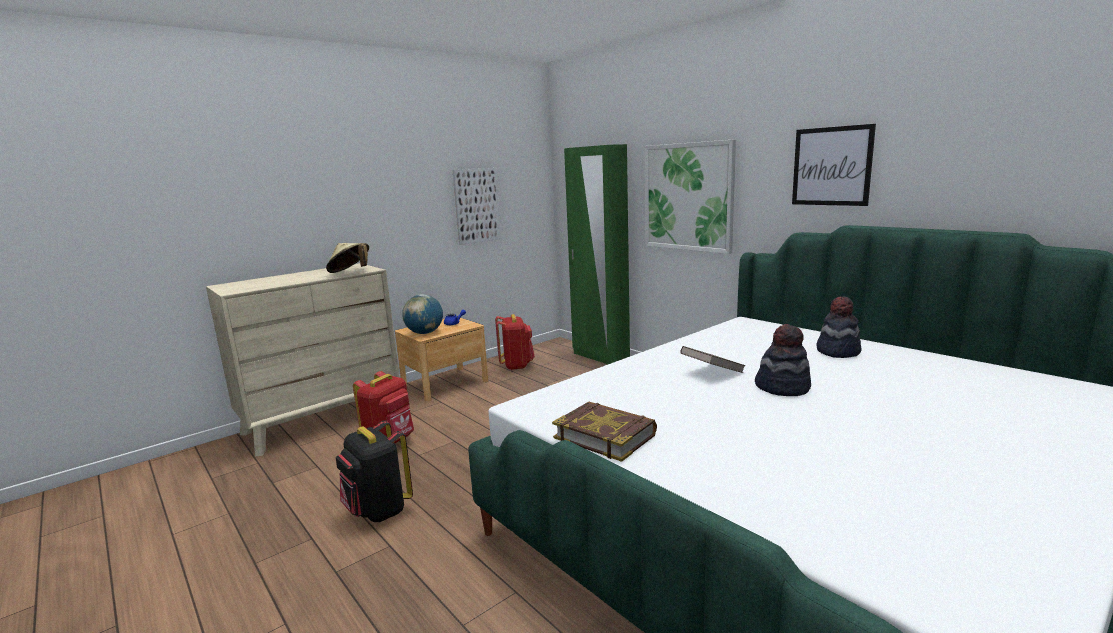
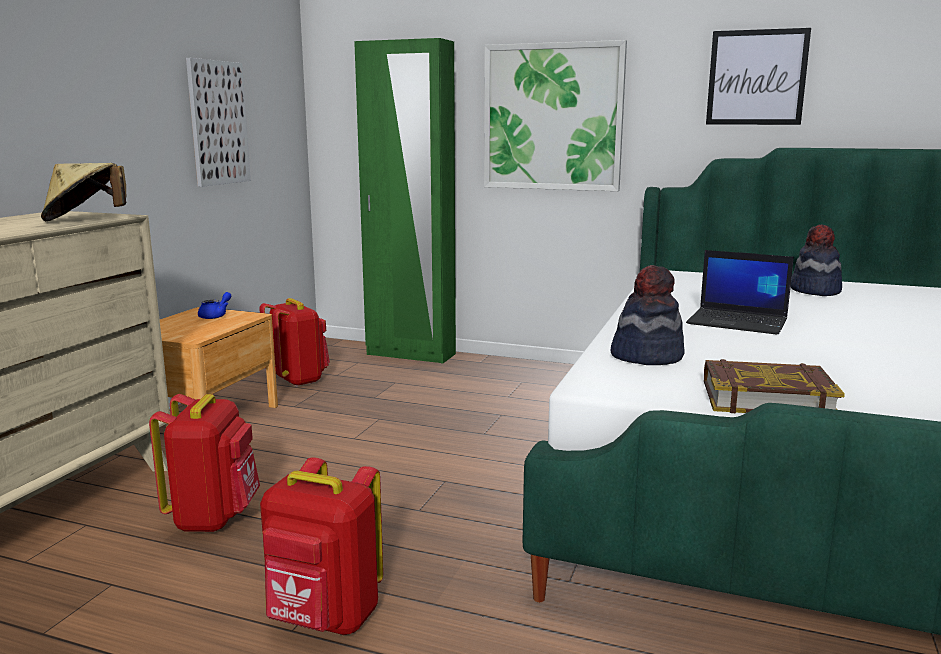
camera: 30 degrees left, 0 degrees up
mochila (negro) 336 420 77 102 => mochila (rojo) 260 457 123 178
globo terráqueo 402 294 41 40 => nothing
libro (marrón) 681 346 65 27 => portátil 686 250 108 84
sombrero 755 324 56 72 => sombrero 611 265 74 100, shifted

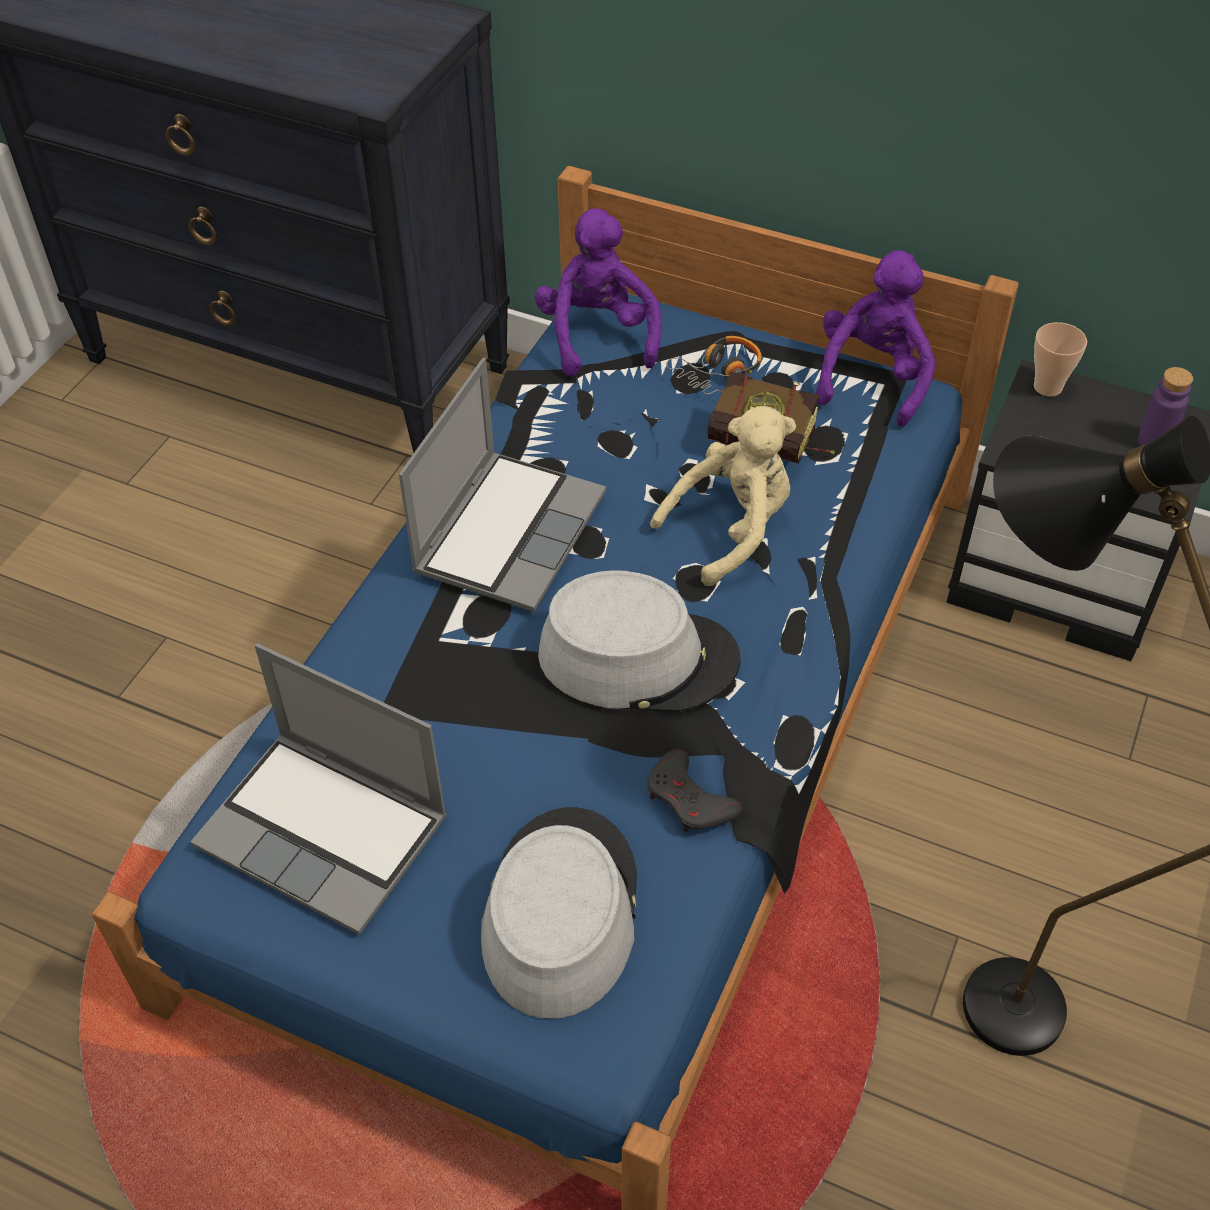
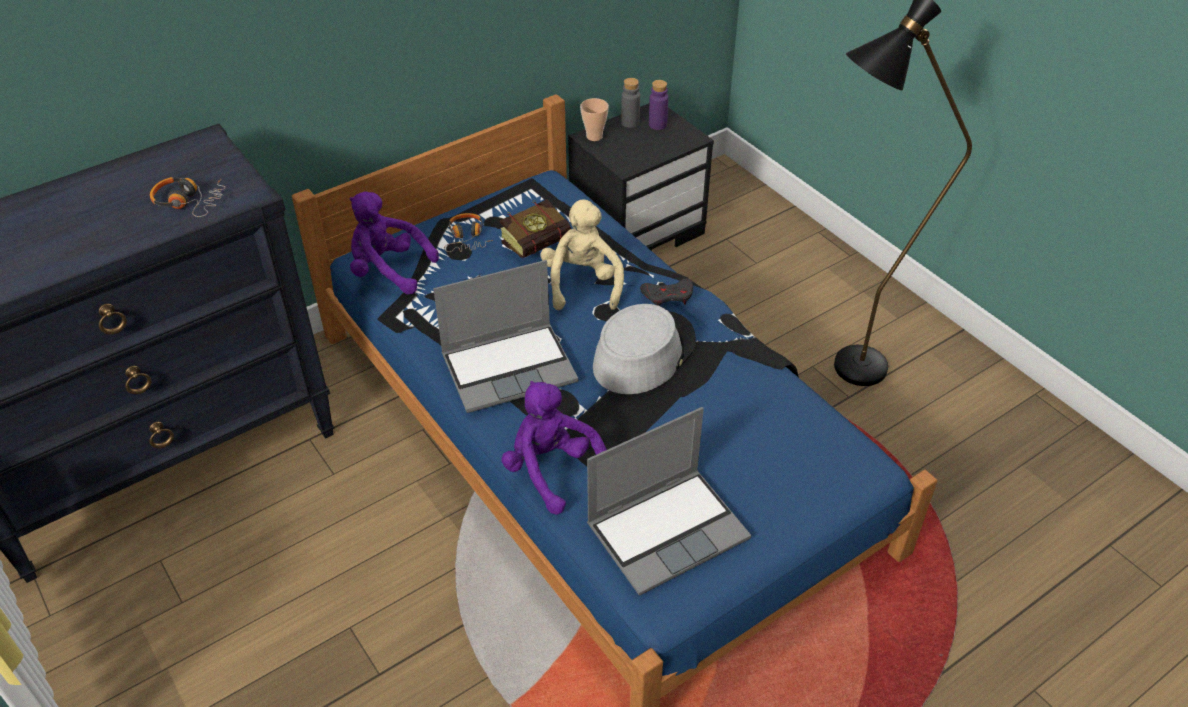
camera: 60 degrees left, 5 degrees down
portátil 399 358 207 254 => portátil 433 260 145 153, 105 degrees clockwise
sombrero (gris) 481 807 156 212 => nothing
mando de consola (gris) 647 749 95 83 => mando de consola (gris) 640 278 53 28, shifted
peluche (morado) 816 250 119 176 => peluche (morado) 501 381 106 134, shifted
nothing => auriculares 150 177 76 40
nothing => botella (gris) 621 78 19 50

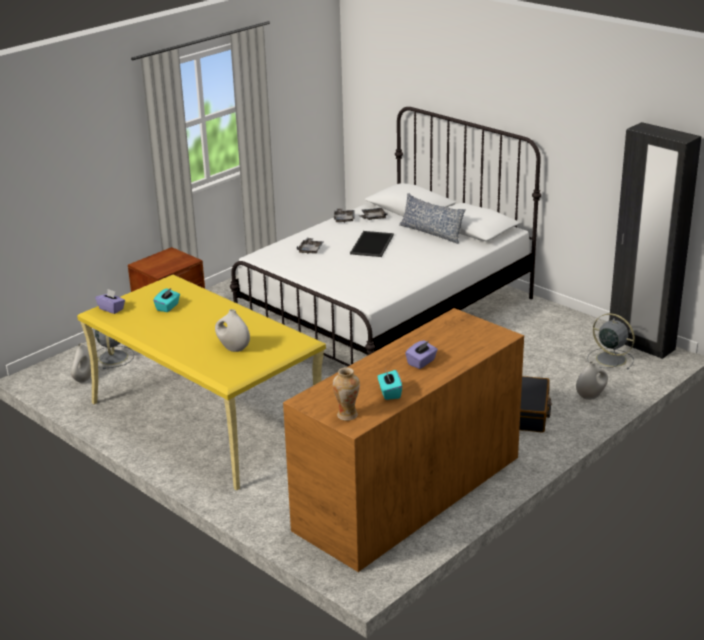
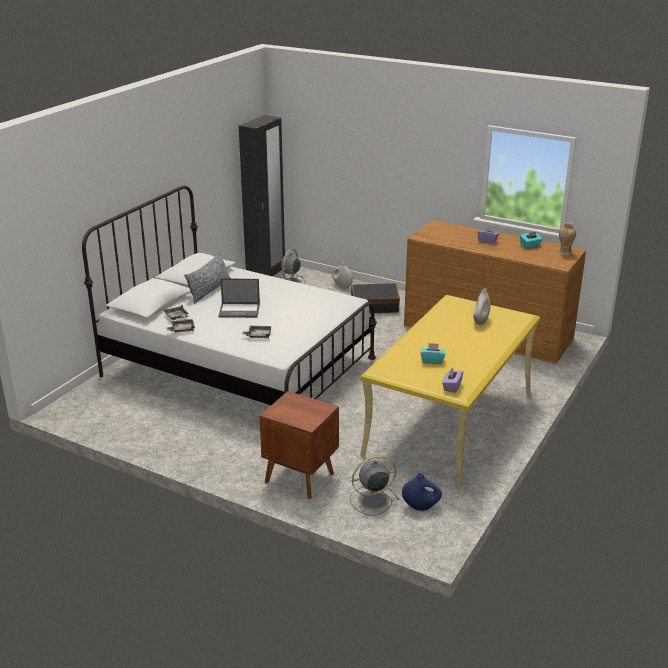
camera: 105 degrees left, 0 degrees up
florero (blanco) 71 343 20 40 => florero (azul) 402 474 40 37
bandeja 350 231 44 26 => portátil 219 279 41 39

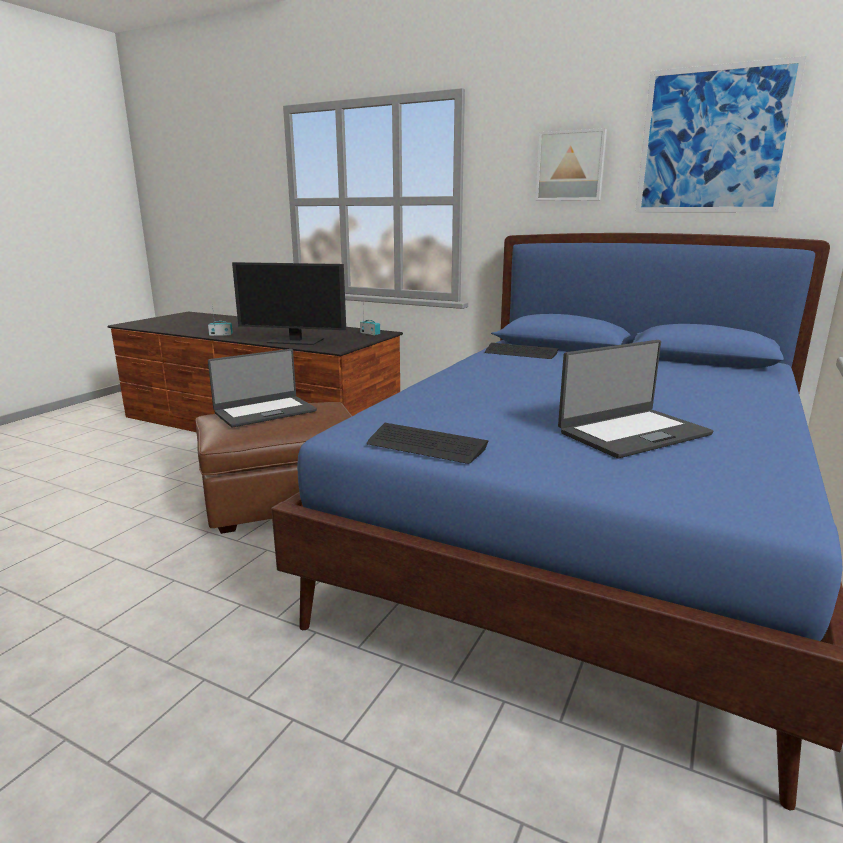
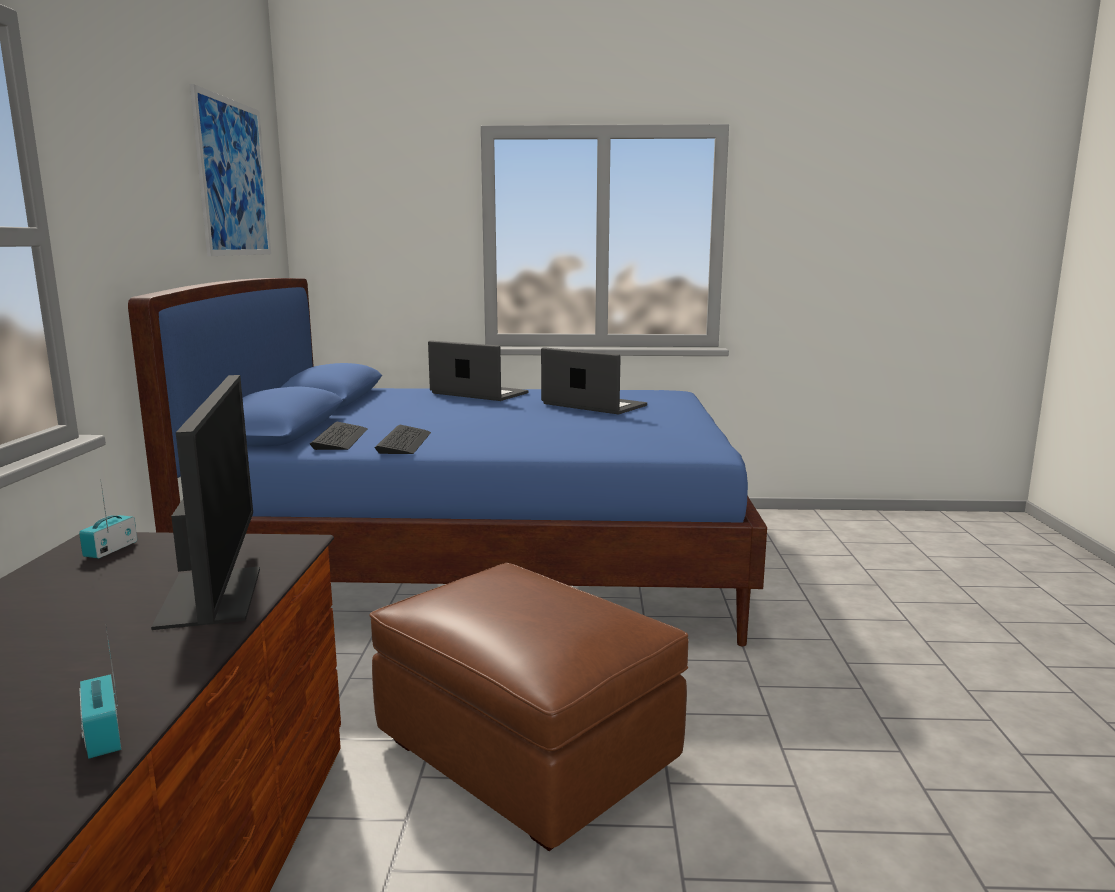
camera: 115 degrees left, 5 degrees down
portátil 208 349 109 78 => portátil 428 340 101 61, shifted
teclado 367 423 121 41 => teclado 374 425 57 29, shifted
cuadro 535 128 72 73 => nothing

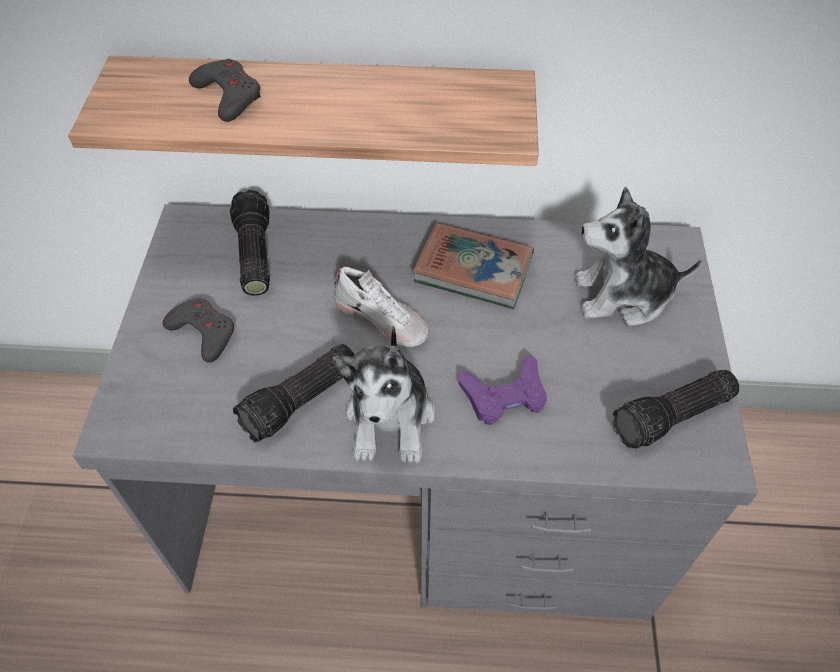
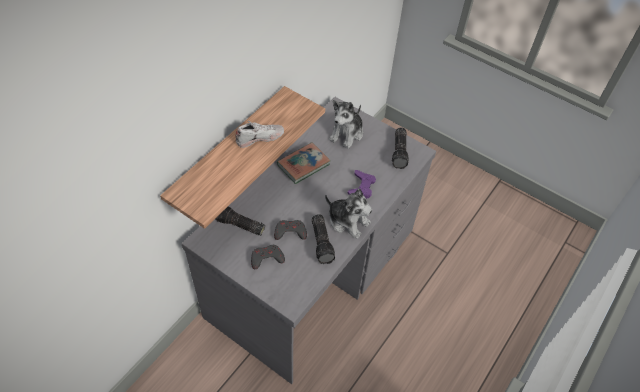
camera: 60 degrees left, 0 degrees up
mando de consola (gris) 189 59 72 63 => mando de consola (gris) 274 220 33 20, shifted
zapato (blanco) 334 267 95 80 => zapato (blanco) 235 121 49 27, shifted

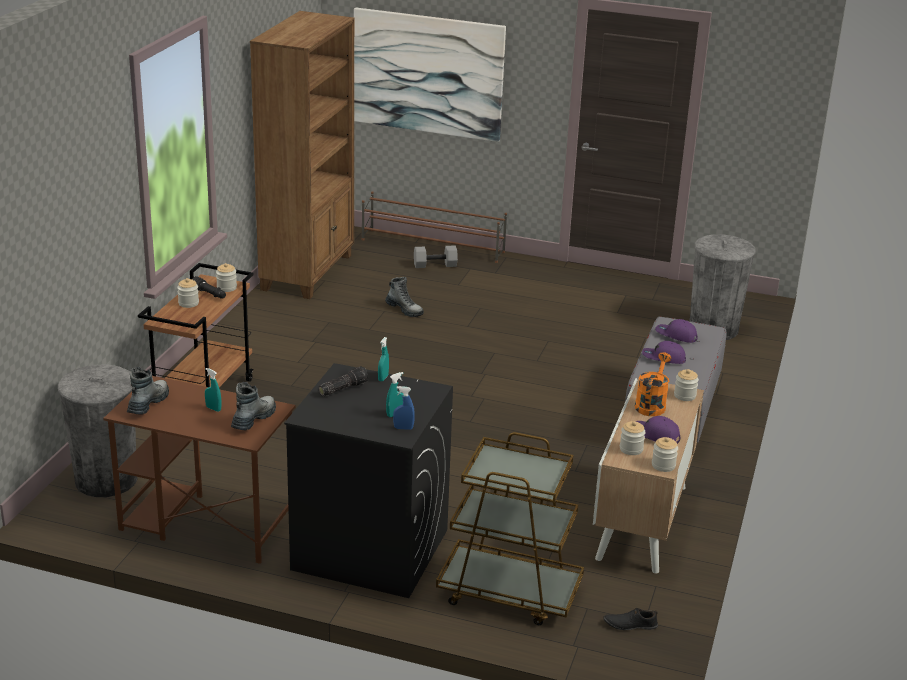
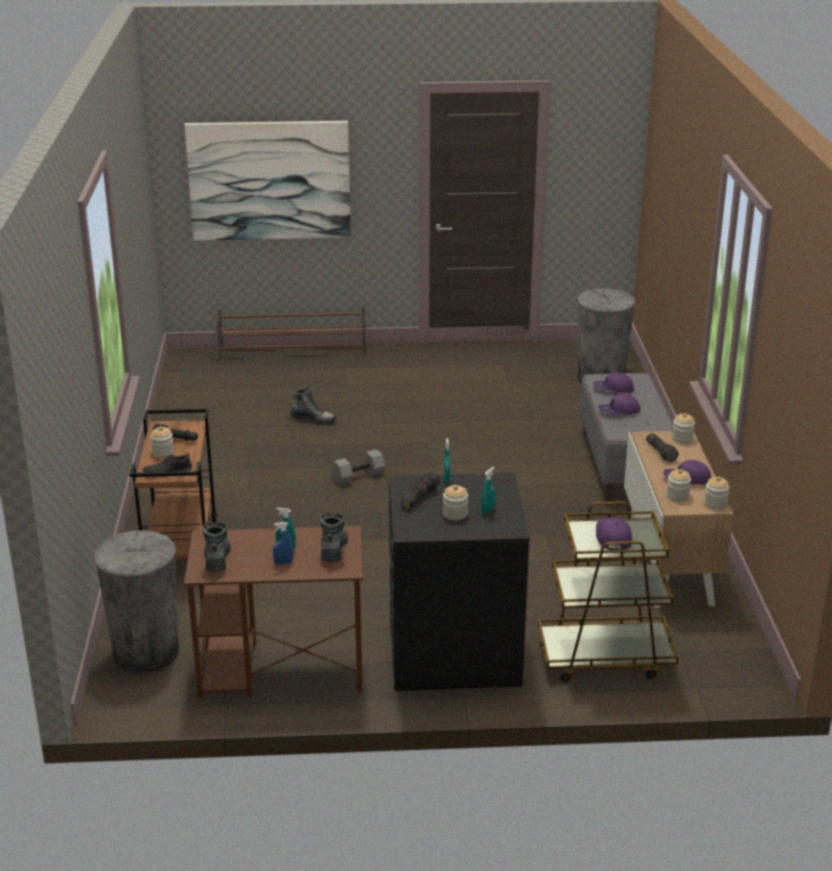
camera: 20 degrees left, 0 degrees up
tarro 216 263 21 29 => tarro 443 485 25 36, shifted
estantería (marrón) 250 11 104 288 => nothing
pulverizador (azul) 393 386 22 44 => pulverizador (azul) 273 522 21 43, shifted
mancuerna (gris) 414 245 44 23 => mancuerna (gris) 332 449 53 36, shifted
zapato (negro) 604 608 54 22 => zapato (negro) 143 453 49 20, shifted
regadera (naranja) 635 352 36 64 => linterna 646 433 33 29
nothing => gorra (morado) 596 518 36 32

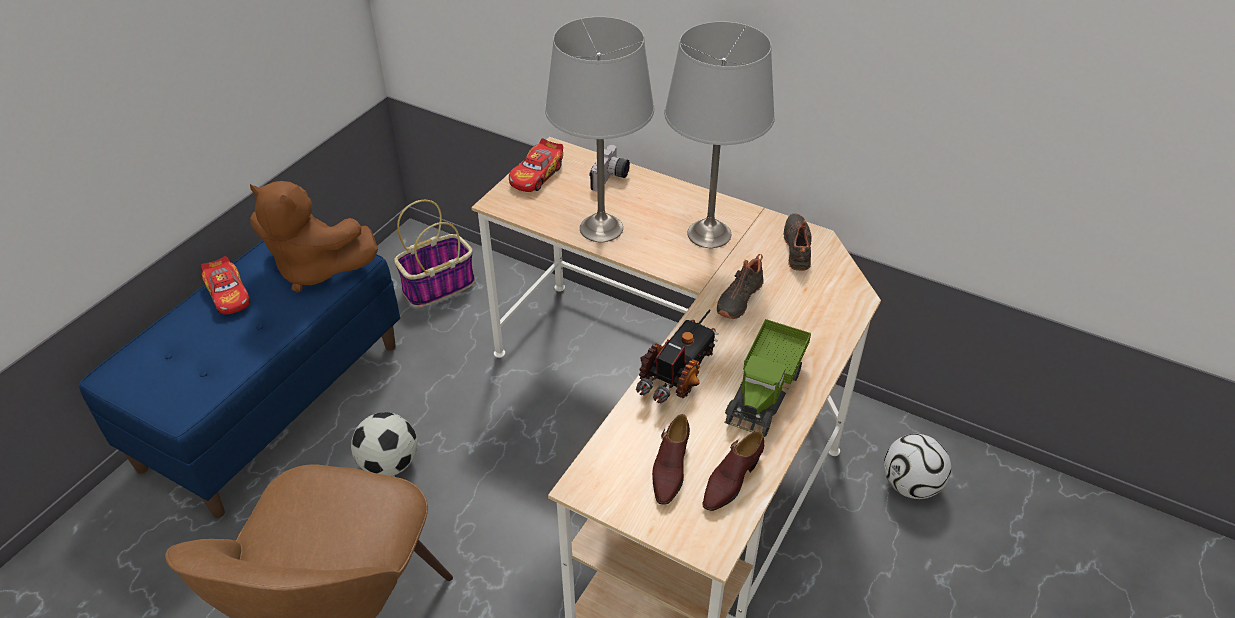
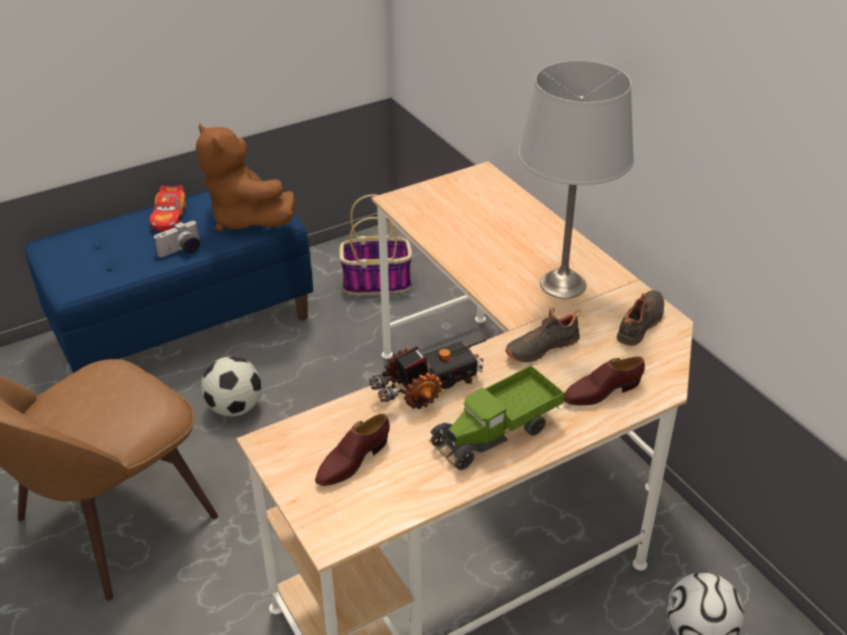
camera: 30 degrees right, 5 degrees down
coche de juguete 509 138 54 54 => nothing
lámpara de mesa (gris) 545 17 109 225 => nothing
cámara 589 145 41 47 => cámara 154 221 46 36, shifted
zapato (marrón) 702 431 62 80 => zapato (marrón) 564 356 81 49, shifted

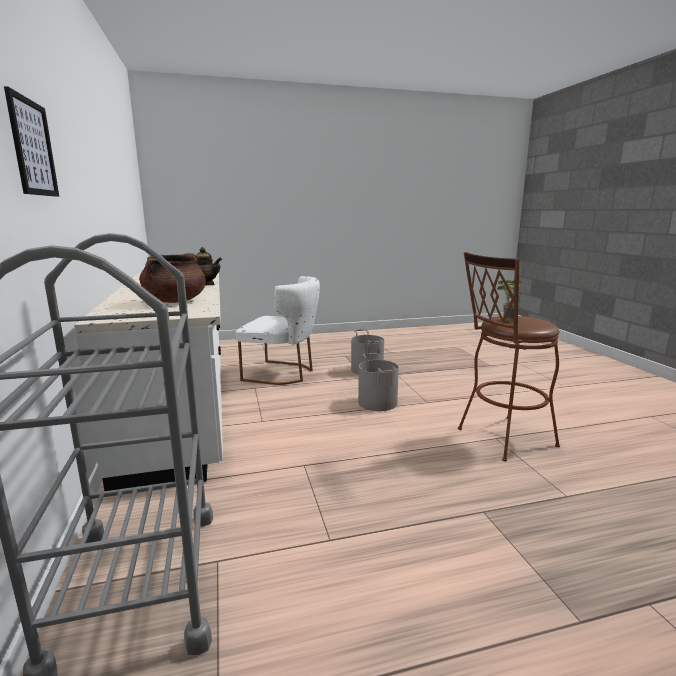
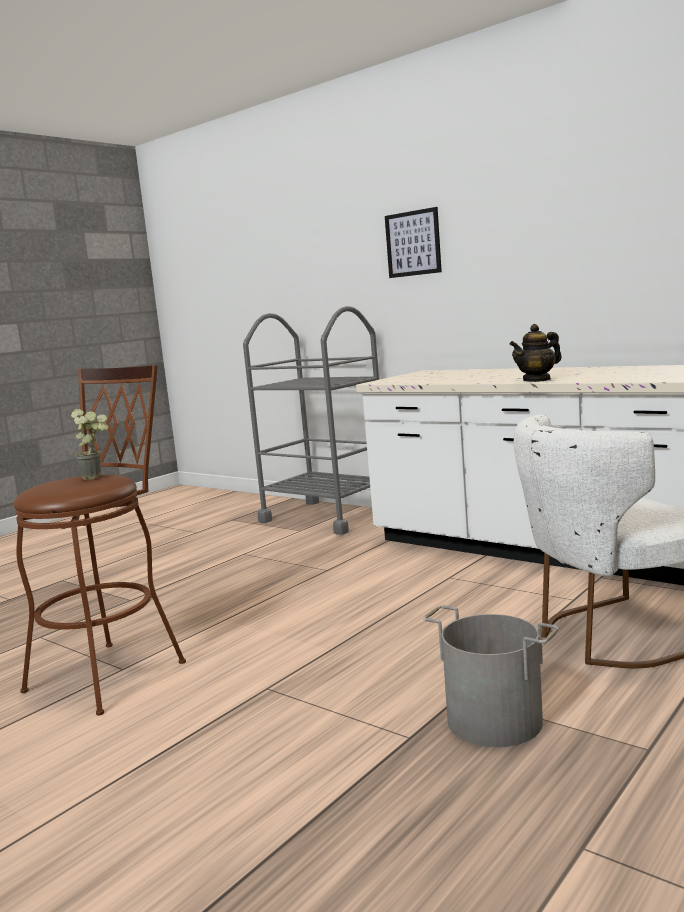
camera: 145 degrees right, 5 degrees down
olla (marrón) 139 253 67 50 => nothing
cubo (gris) 358 353 41 58 => nothing

